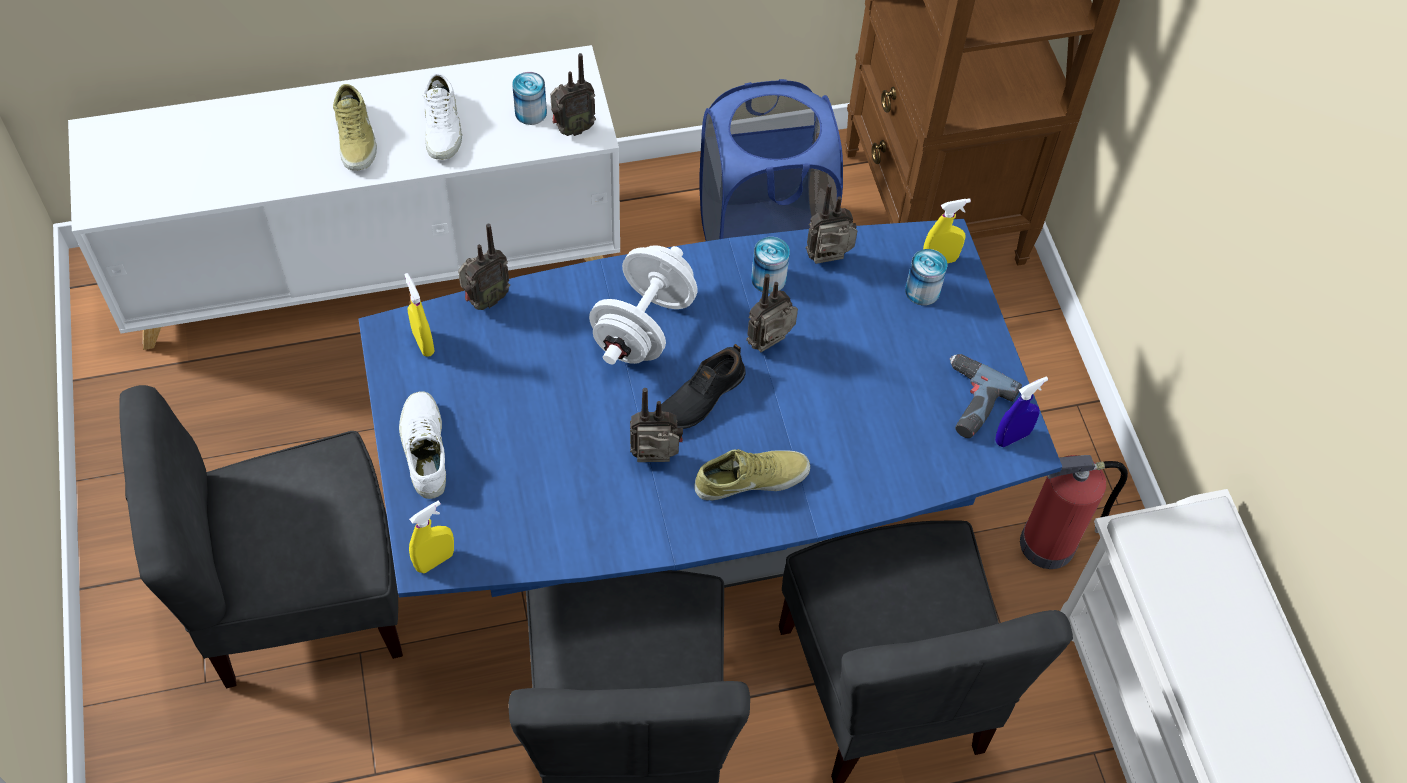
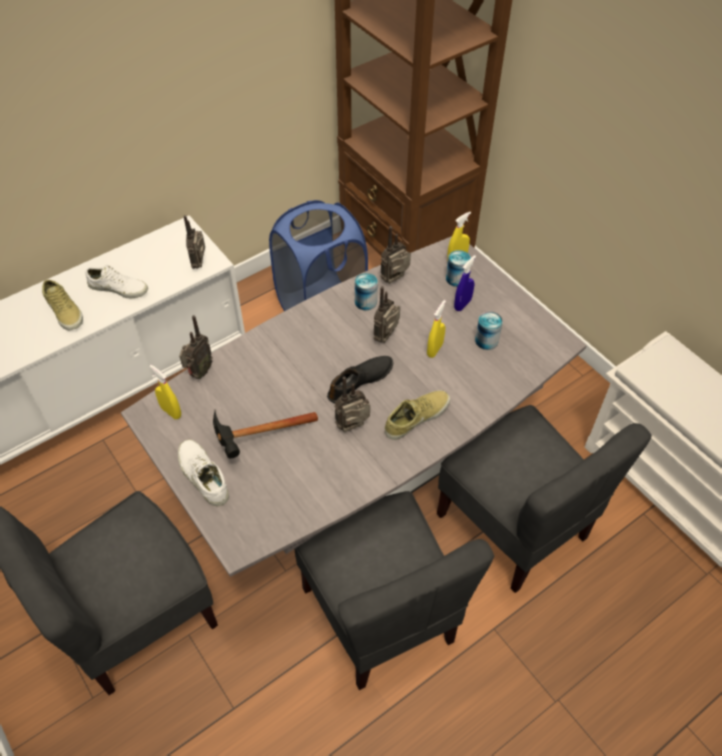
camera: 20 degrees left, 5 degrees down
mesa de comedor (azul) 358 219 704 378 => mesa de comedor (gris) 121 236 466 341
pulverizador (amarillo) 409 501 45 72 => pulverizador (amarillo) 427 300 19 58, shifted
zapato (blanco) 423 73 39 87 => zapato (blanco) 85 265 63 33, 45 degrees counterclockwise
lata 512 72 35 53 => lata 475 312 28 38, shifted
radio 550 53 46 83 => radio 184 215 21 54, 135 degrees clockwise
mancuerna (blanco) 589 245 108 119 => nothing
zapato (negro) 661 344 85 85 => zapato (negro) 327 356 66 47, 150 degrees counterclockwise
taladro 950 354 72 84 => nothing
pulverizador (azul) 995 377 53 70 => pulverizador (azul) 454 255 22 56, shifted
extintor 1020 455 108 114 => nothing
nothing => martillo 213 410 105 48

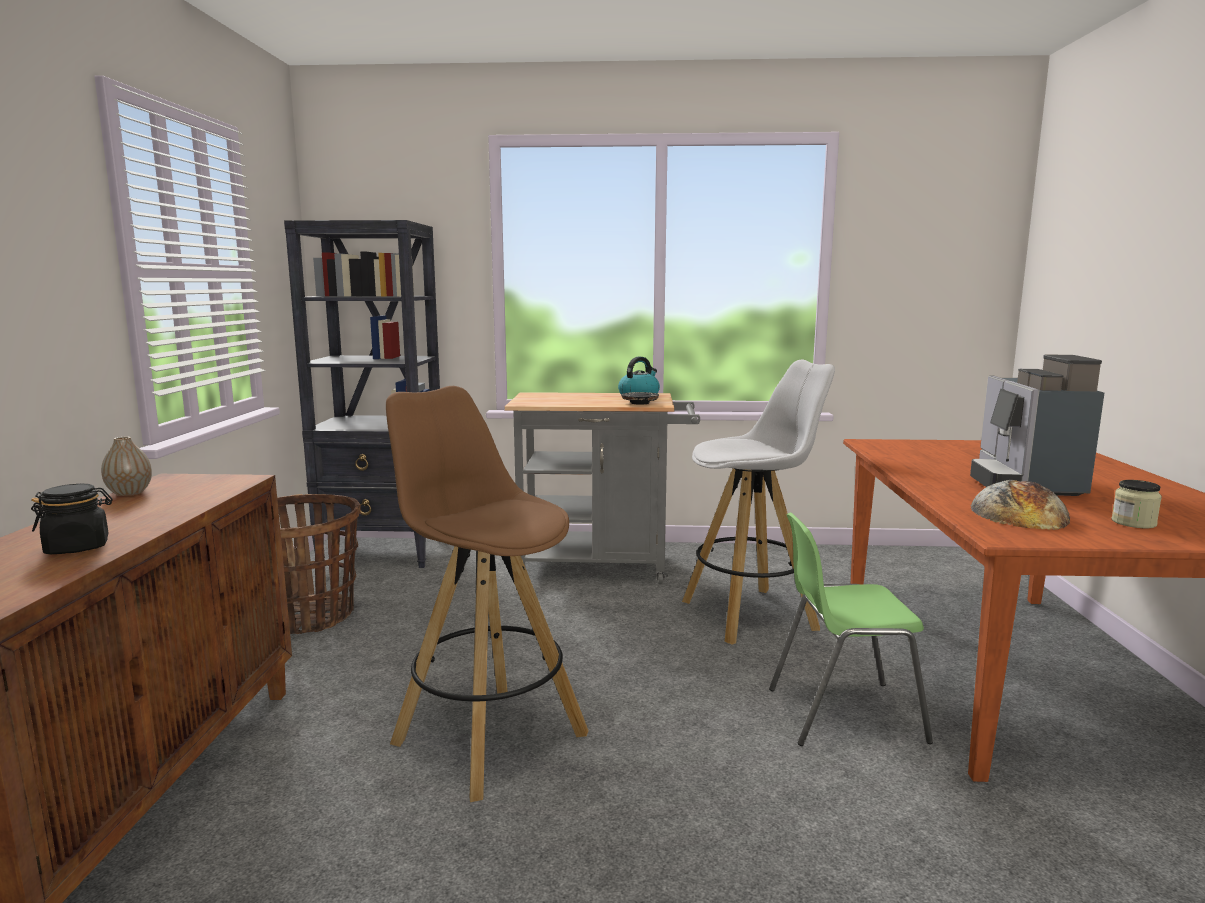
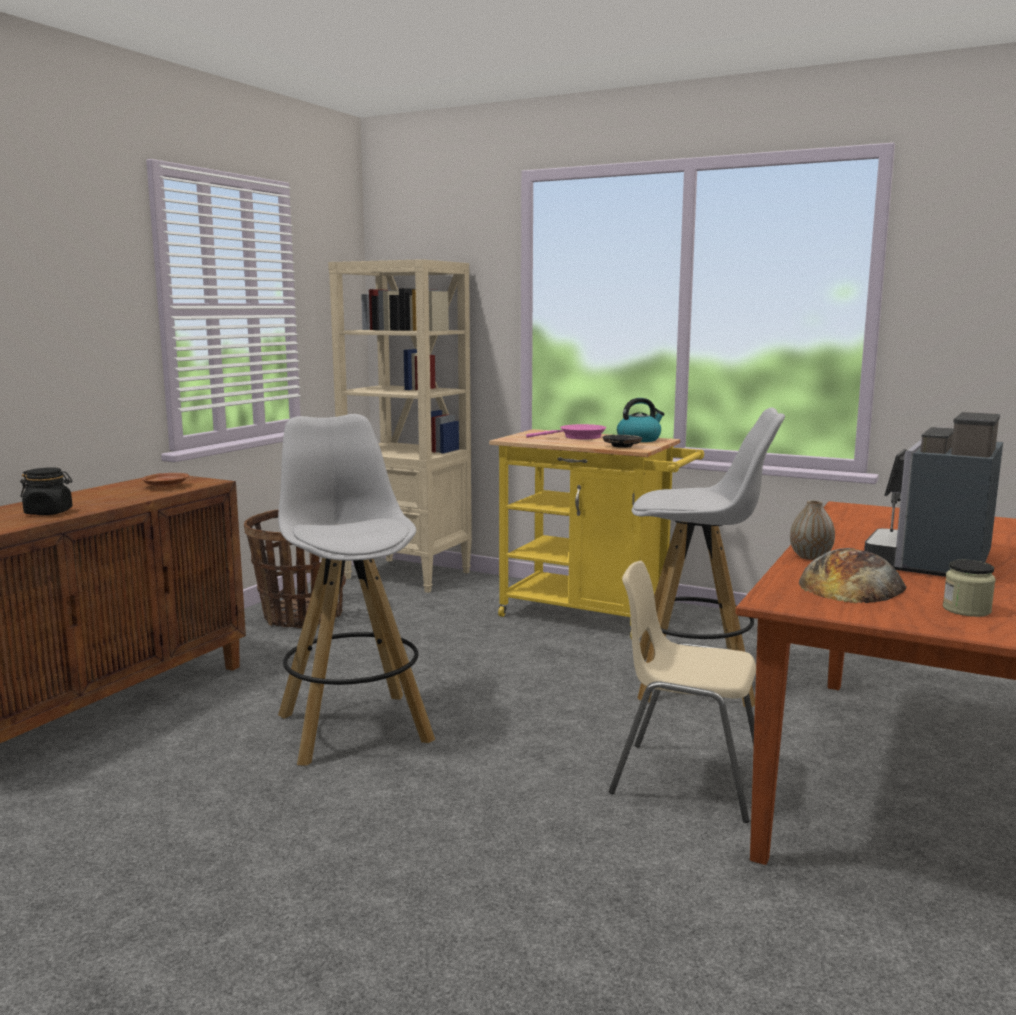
camera: 25 degrees right, 0 degrees up
florero 101 437 51 59 => florero 790 500 45 60, shifted
estantería (negro) 284 220 156 348 => estantería (beis) 328 259 144 334
taburete (marrón) 386 386 203 416 => taburete (blanco) 278 414 157 352
carrito (gris) 504 392 196 192 => carrito (amarillo) 489 429 215 210
silla (verde) 769 513 164 233 => silla (beis) 609 561 147 262
nothing => plato (marrón) 141 473 48 15
nothing => sartén (rosa) 526 424 80 15

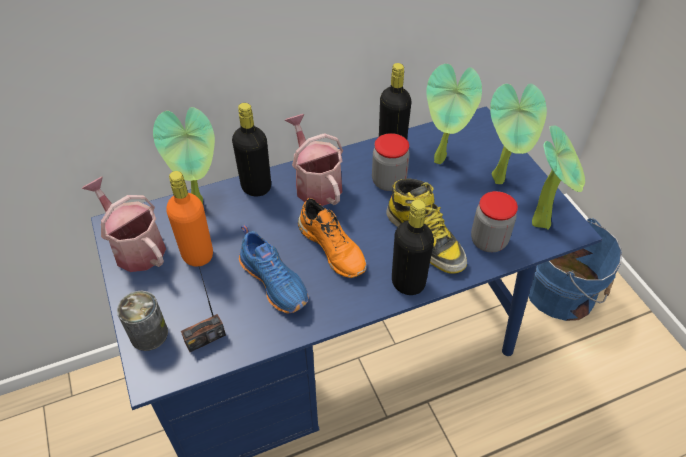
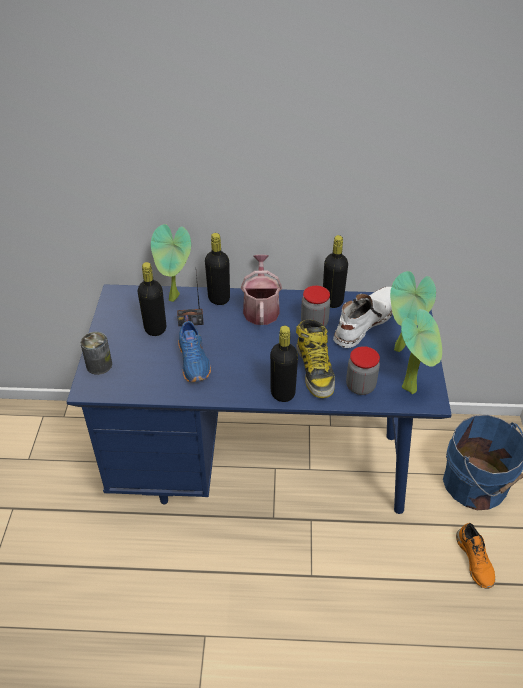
camera: 25 degrees right, 5 degrees down
regadera 82 177 84 95 => nothing
botella (naranja) 166 171 47 96 => botella (negro) 138 262 28 74
radio 181 267 45 85 => radio 177 274 27 52, shifted
zapato (naranja) 298 198 68 80 => zapato (naranja) 456 523 39 66, shifted
planta en maceta 426 64 56 100 => bota (blanco) 333 287 60 61

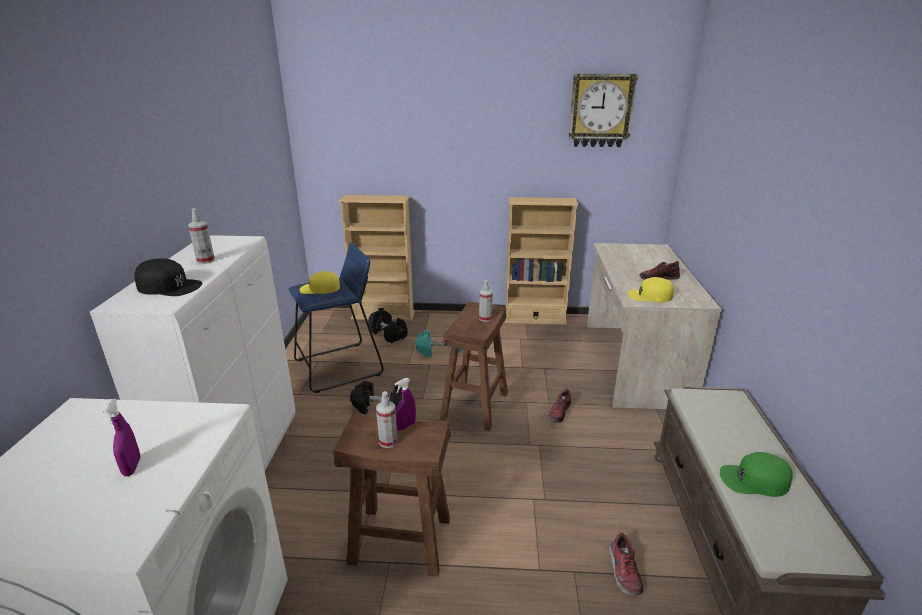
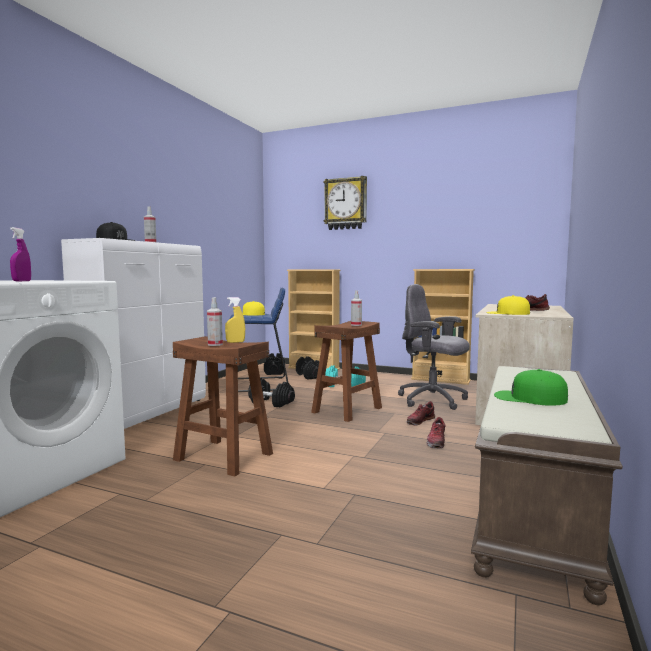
camera: 20 degrees right, 20 degrees down
pulverizador (morado) 395 378 21 53 => pulverizador (amarillo) 225 297 20 46
reloj de pared 568 74 70 73 => reloj de pared 324 176 43 54, shifted
zapato 608 533 35 62 => zapato 426 417 20 31, shifted
nothing => mancuerna (negro) 264 353 21 22
nothing => silla de oficina (gris) 398 284 72 126

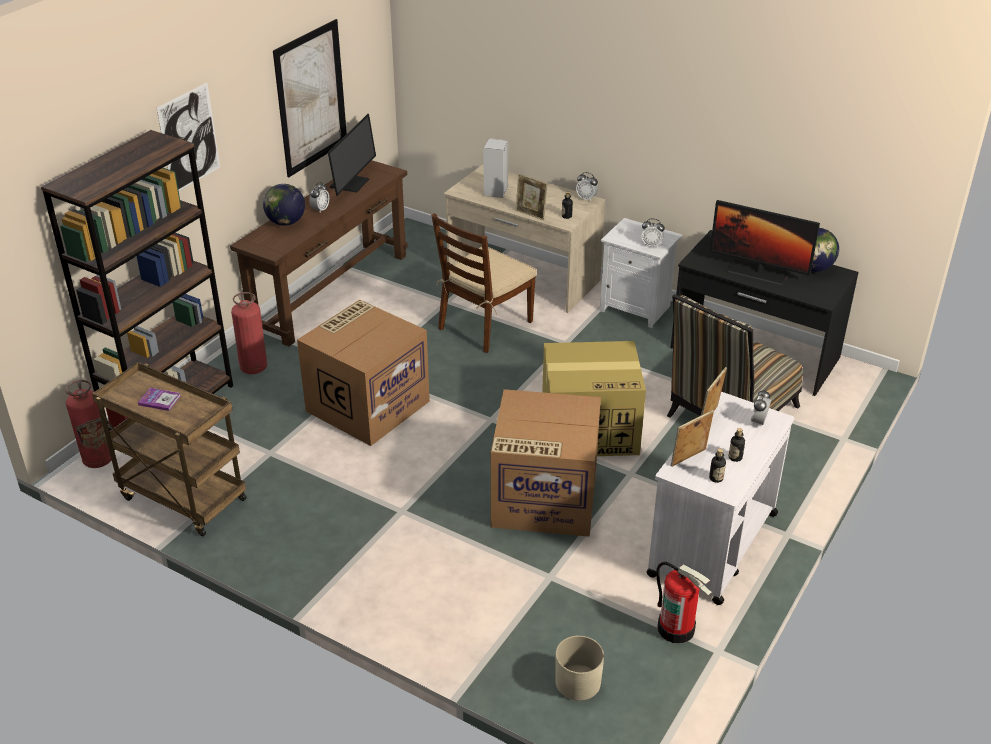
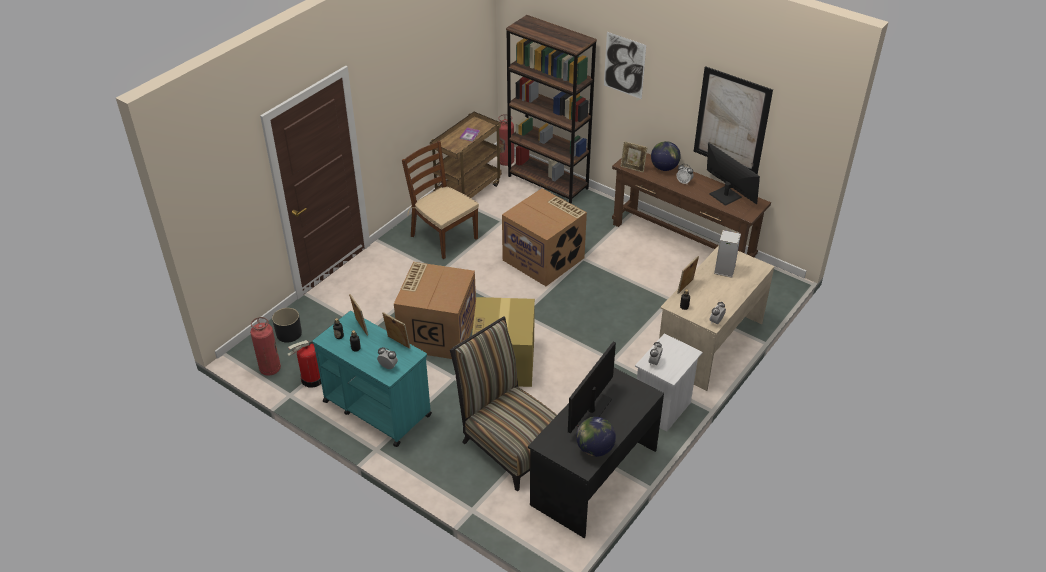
camera: 95 degrees right, 5 degrees up
extintor 231 292 36 82 => extintor 250 317 31 59, shifted
monitor 328 114 48 82 => monitor 707 142 53 64, 150 degrees counterclockwise
silla (marrón) 431 213 106 140 => silla (marrón) 402 141 77 118, shifted
maceta (beis) 555 636 49 65 => maceta (negro) 272 308 30 35
carrito (blanco) 646 392 148 213 => carrito (turquesa) 312 311 120 136
nothing => portarretratos 621 141 26 32

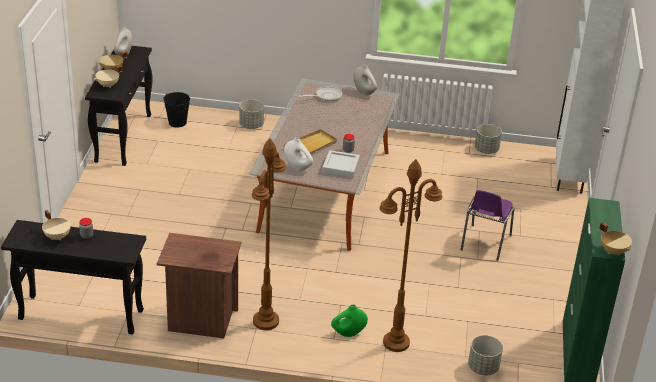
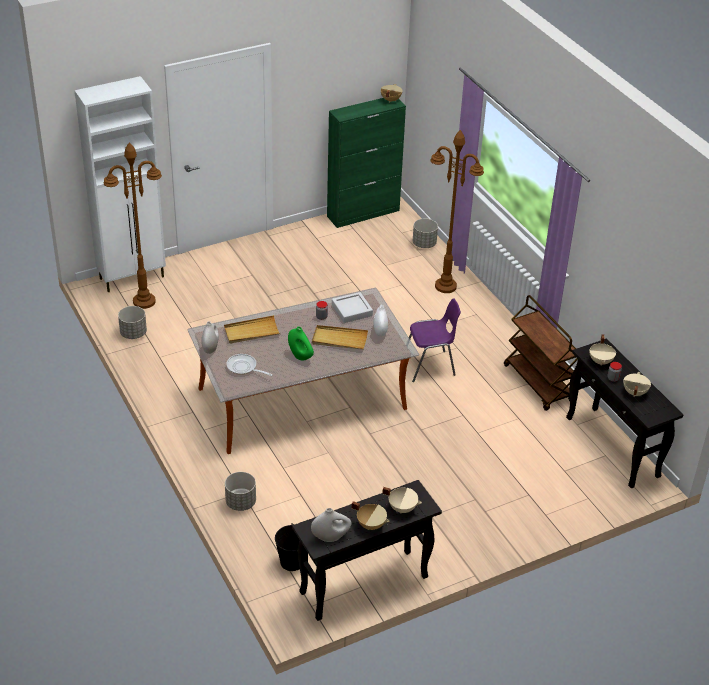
camera: 125 degrees left, 5 degrees up
mesita de noche (marrón) 157 233 84 106 => carrito (marrón) 504 295 74 116
lámpara de pie (marrón) 252 138 34 192 => lámpara de pie (marrón) 104 142 58 167, shifted
florero (verde) 331 305 37 32 => florero (verde) 288 327 26 34, shifted
silla (morado) 461 190 53 70 => silla (morado) 409 298 52 84, shifted
nothing => bandeja (beis) 224 315 56 29
nothing => olla (beis) 589 334 27 32

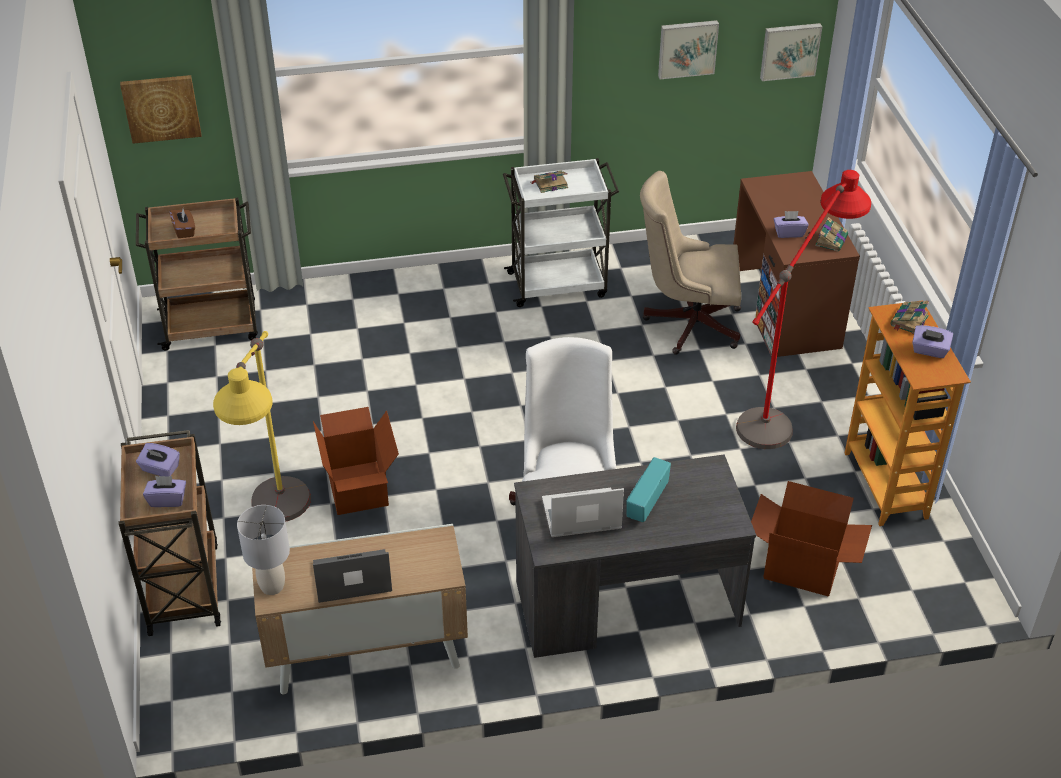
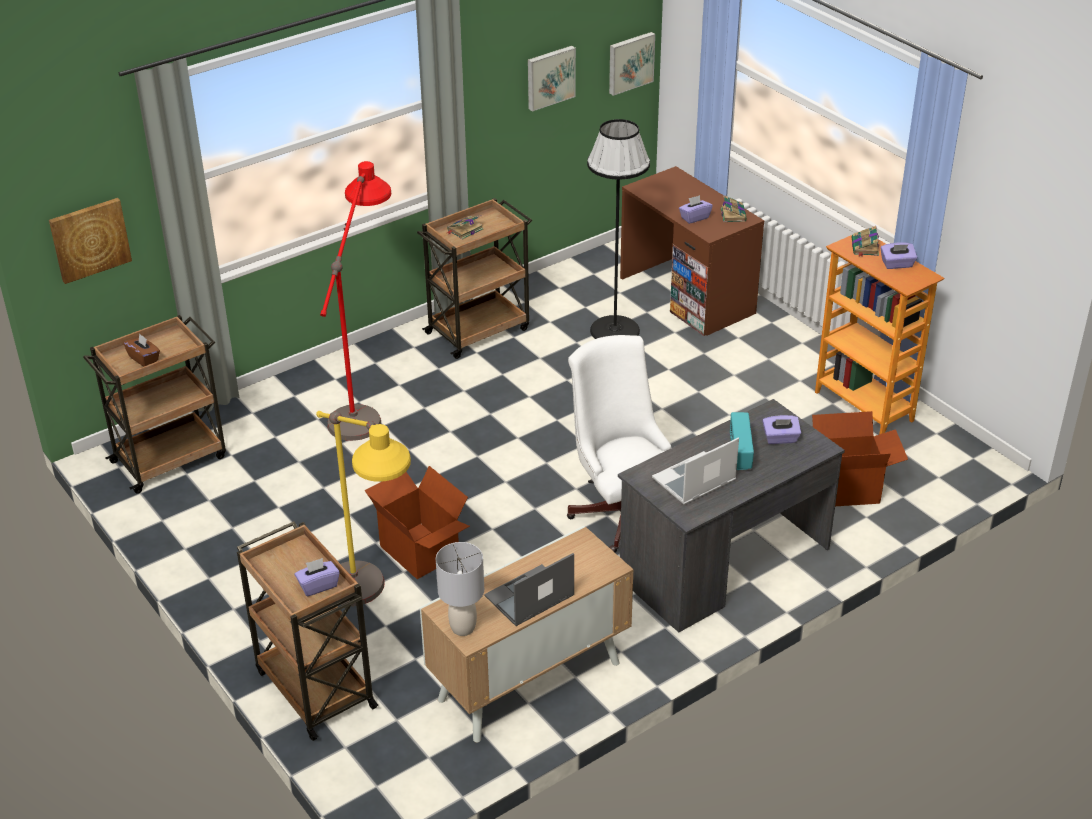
camera: 25 degrees left, 5 degrees down
caja de pañuelos (morado) 136 443 44 33 => caja de pañuelos (morado) 762 415 39 29, shifted
carrito (blanco) 503 158 116 149 => carrito (marrón) 417 198 115 161
silla de oficina (beis) 640 171 101 184 => lámpara de pie (negro) 587 119 63 220
lámpara de pie (rojo) 736 170 135 279 => lámpara de pie (rojo) 320 161 71 280, shifted

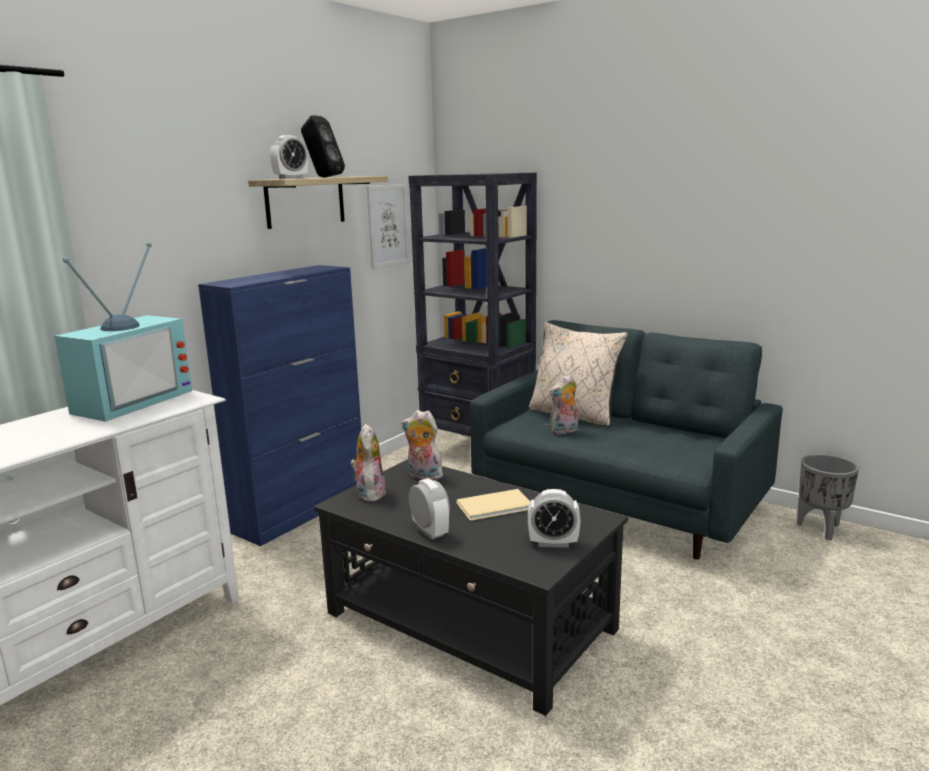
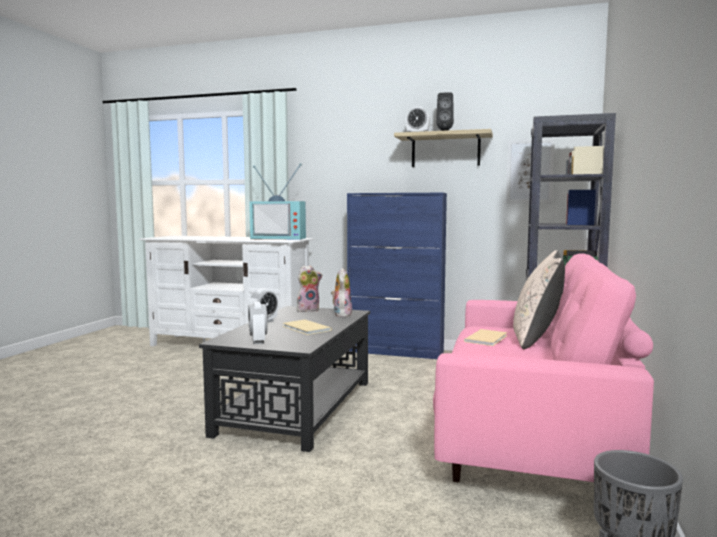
camera: 70 degrees right, 10 degrees down
sofá (gris) 470 320 313 240 => sofá (rosa) 433 253 221 229
peluche 549 374 29 60 => libro (beis) 464 329 43 17

